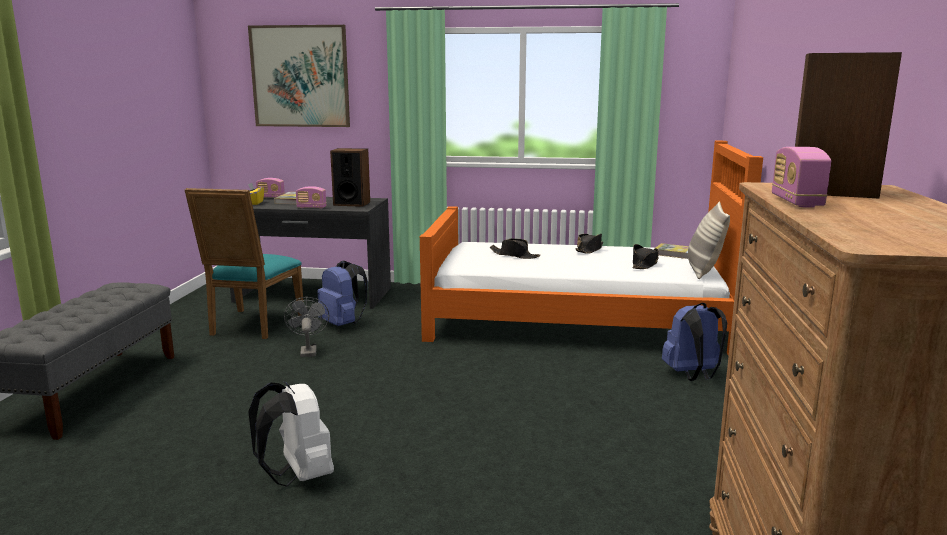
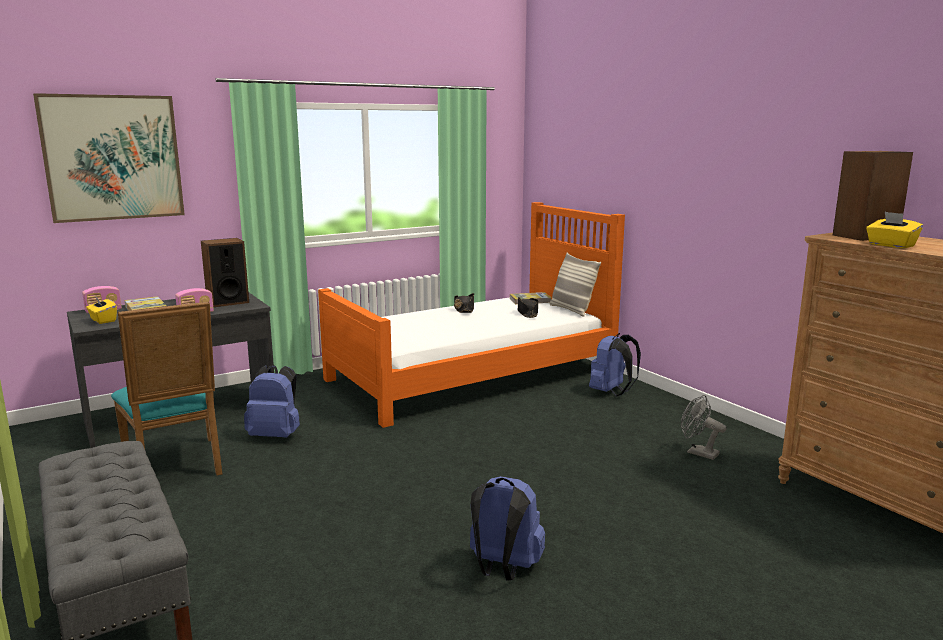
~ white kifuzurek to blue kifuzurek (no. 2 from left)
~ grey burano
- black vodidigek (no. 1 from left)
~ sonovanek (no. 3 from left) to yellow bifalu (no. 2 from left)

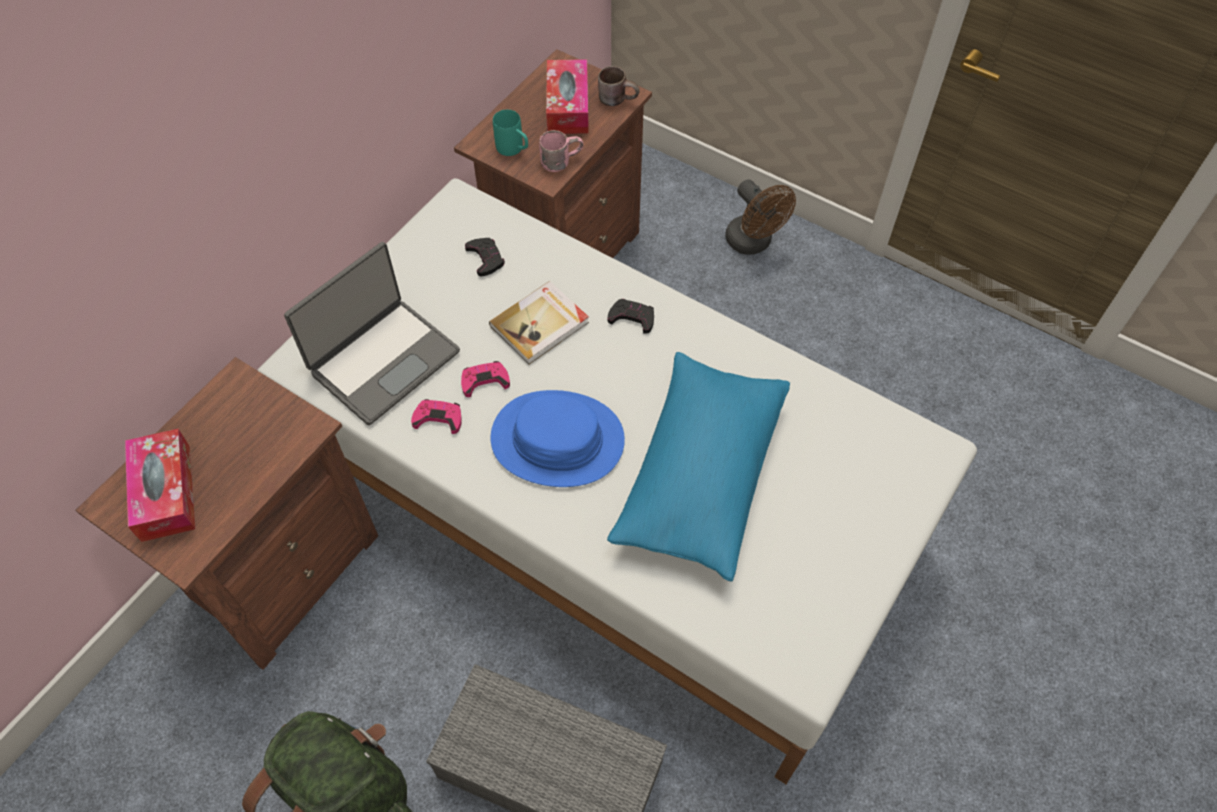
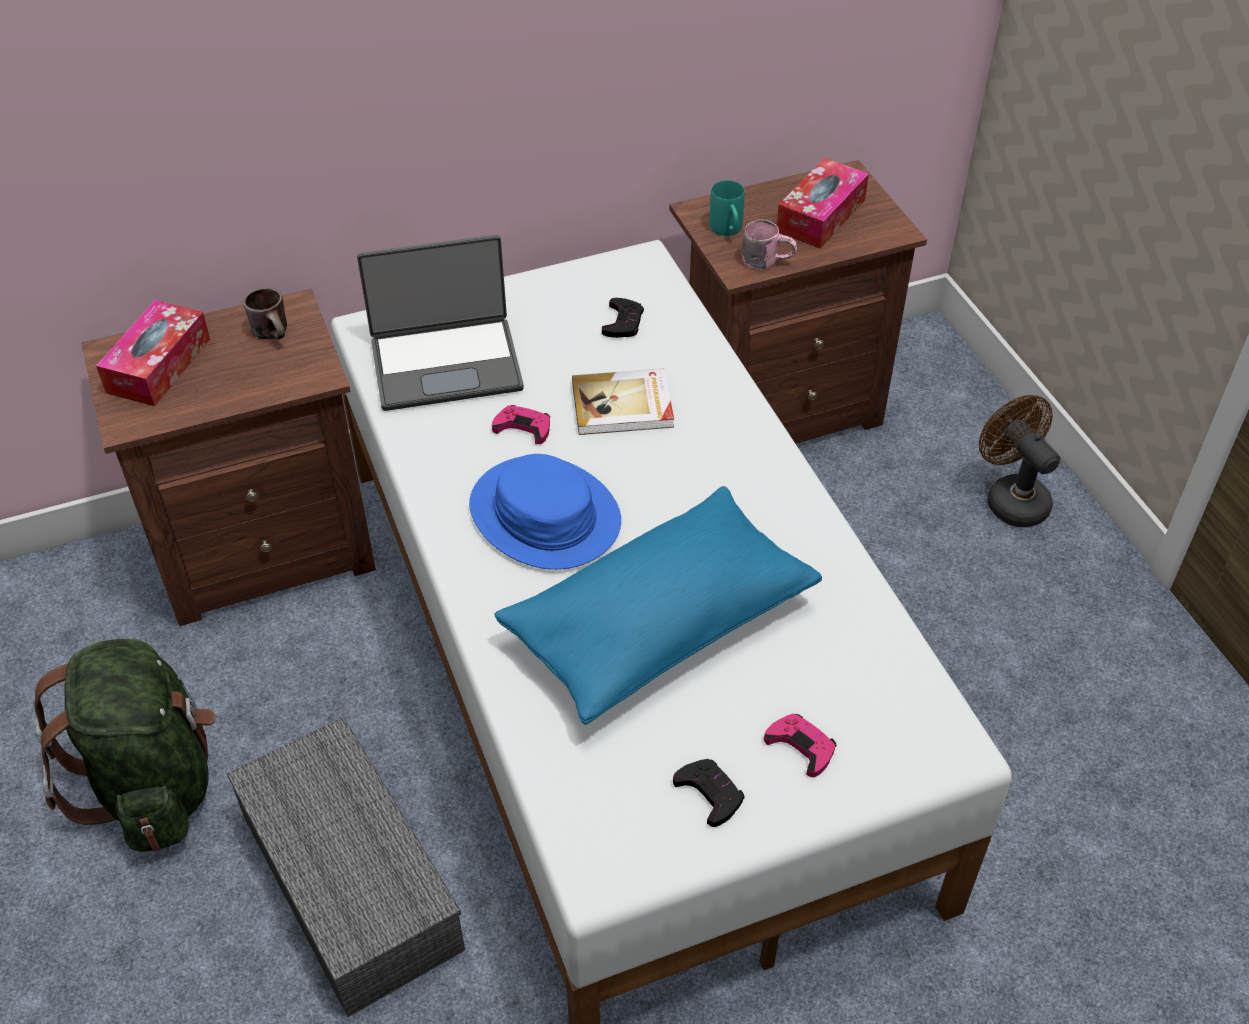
~ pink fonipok (no. 1 from left in the first image) to pink fonipok (no. 2 from left)
~ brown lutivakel
~ black fonipok (no. 2 from left)
~ brown burano 150 degrees clockwise

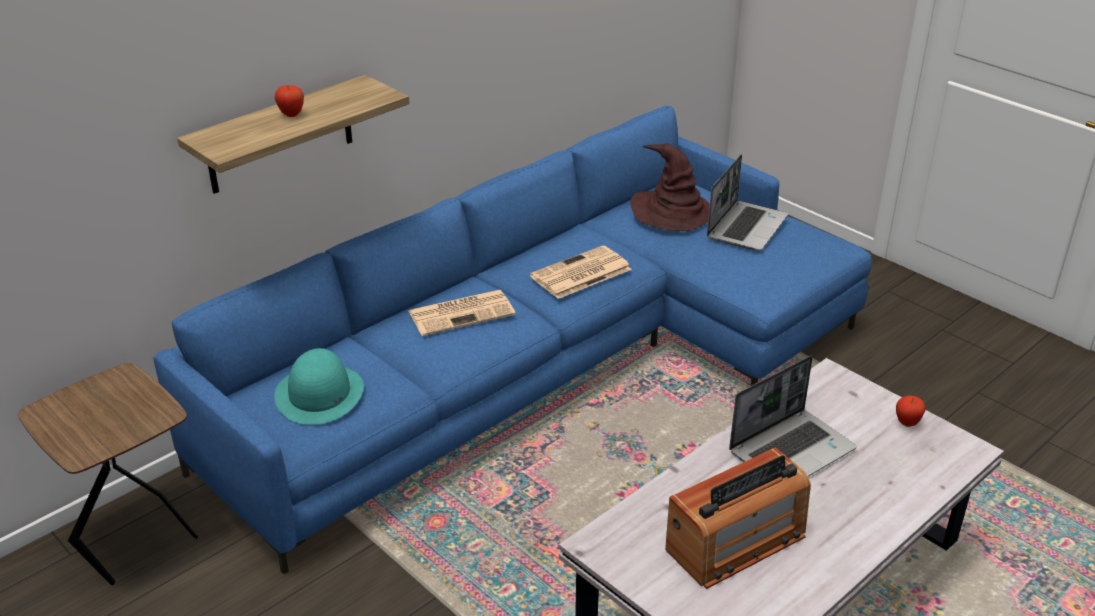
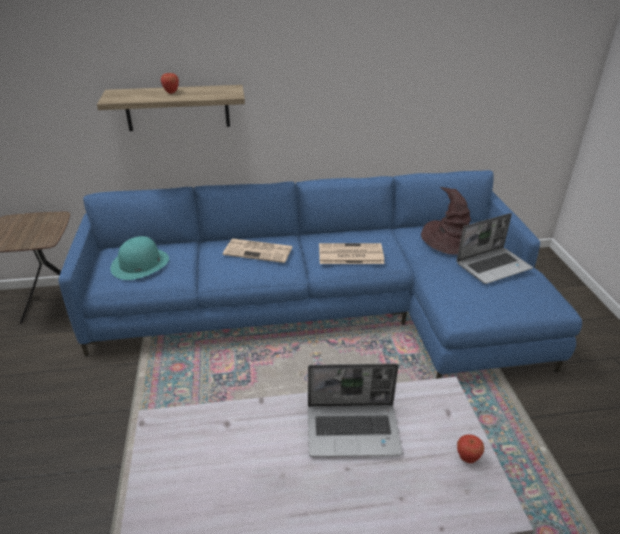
- sonovanek

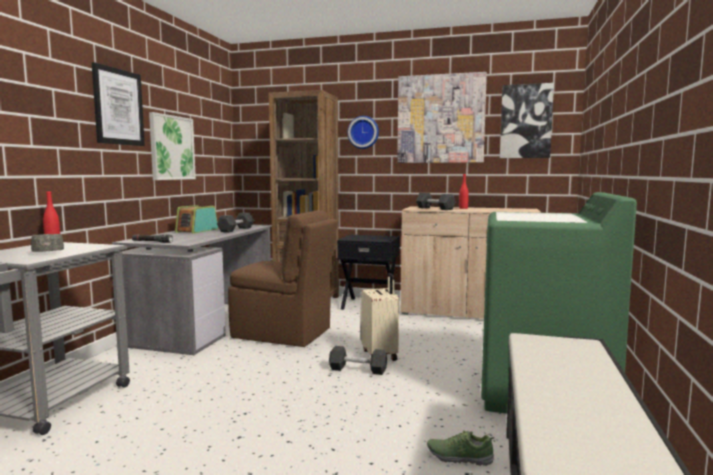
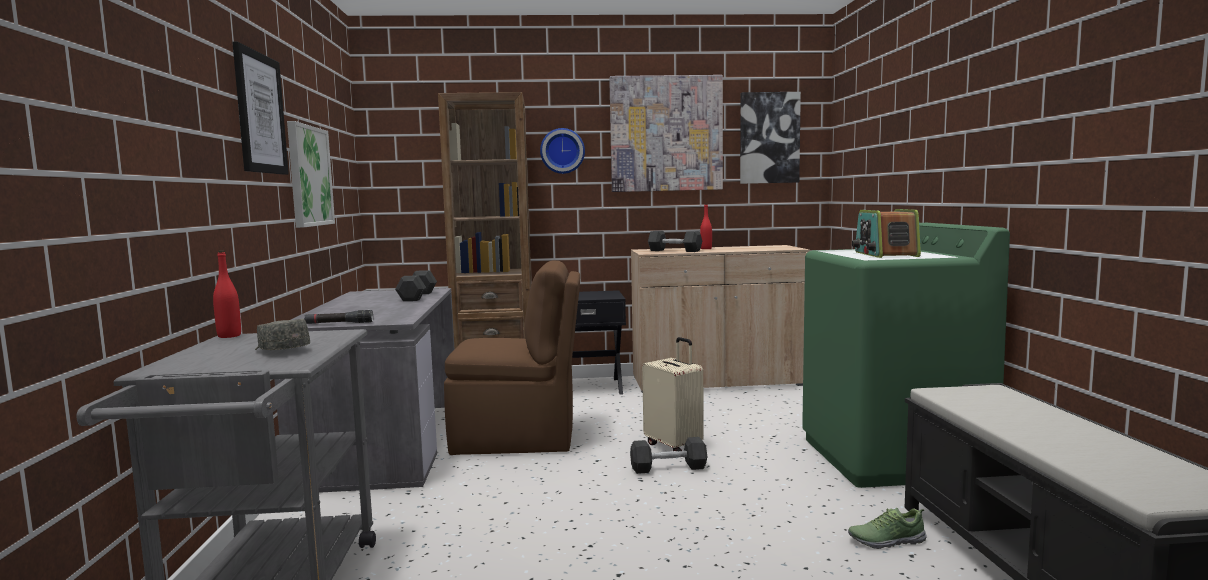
~ sonovanek

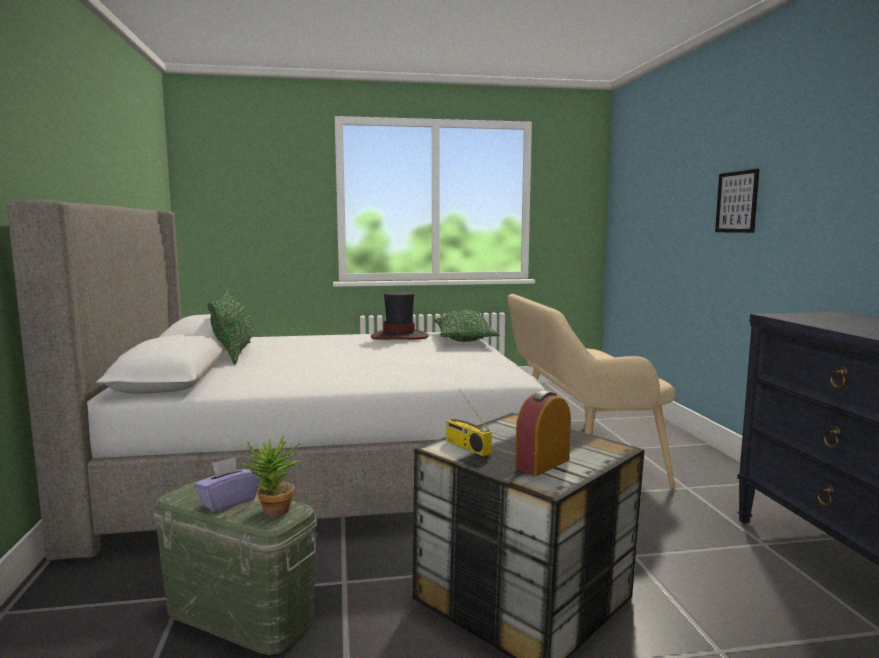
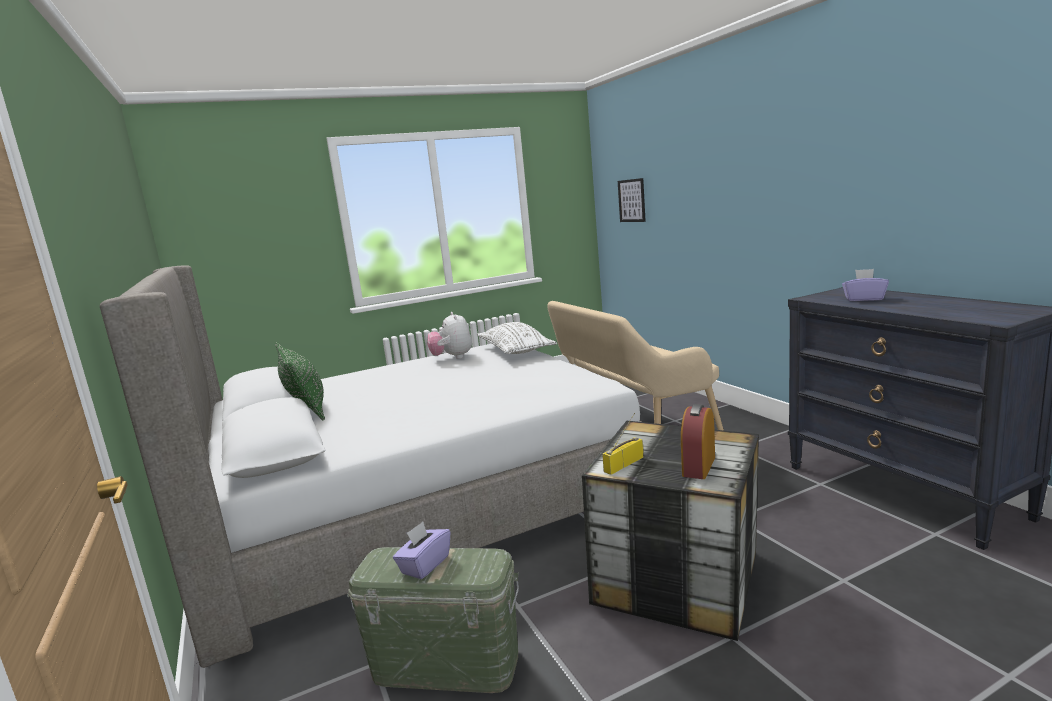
- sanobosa
~ vodidigek to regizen
~ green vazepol (no. 2 from left) to white vazepol
~ sonovanek 105 degrees clockwise
~ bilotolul
+ purple bifalu (no. 2 from left)

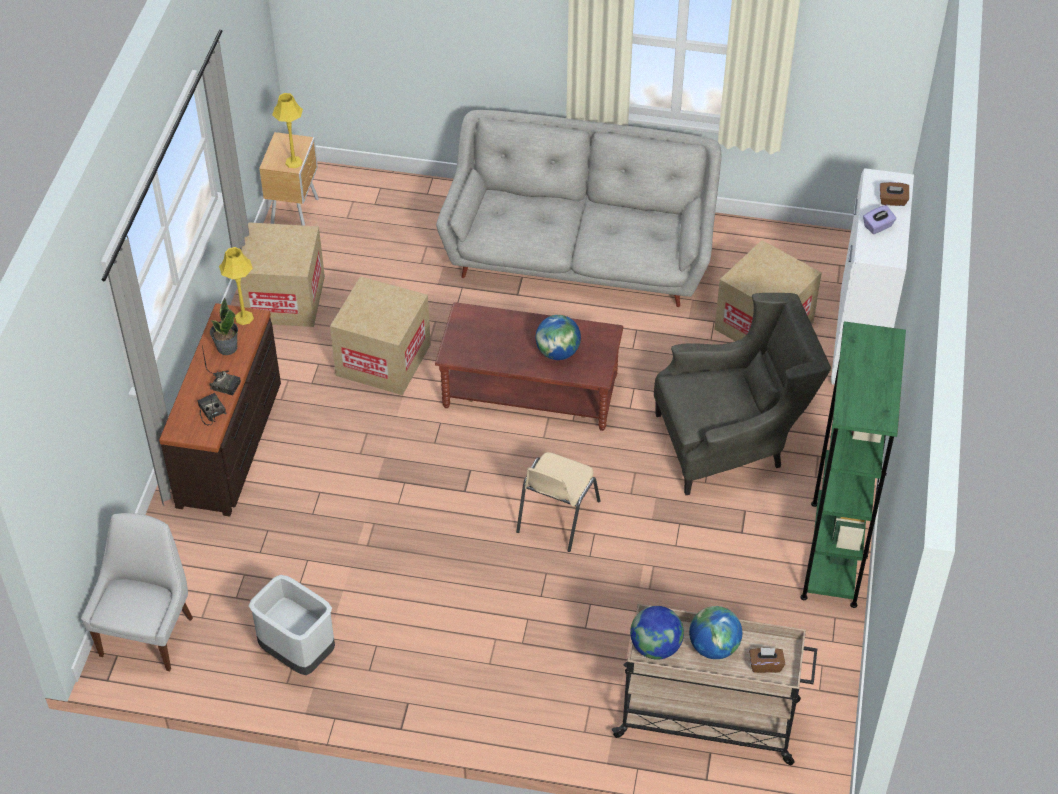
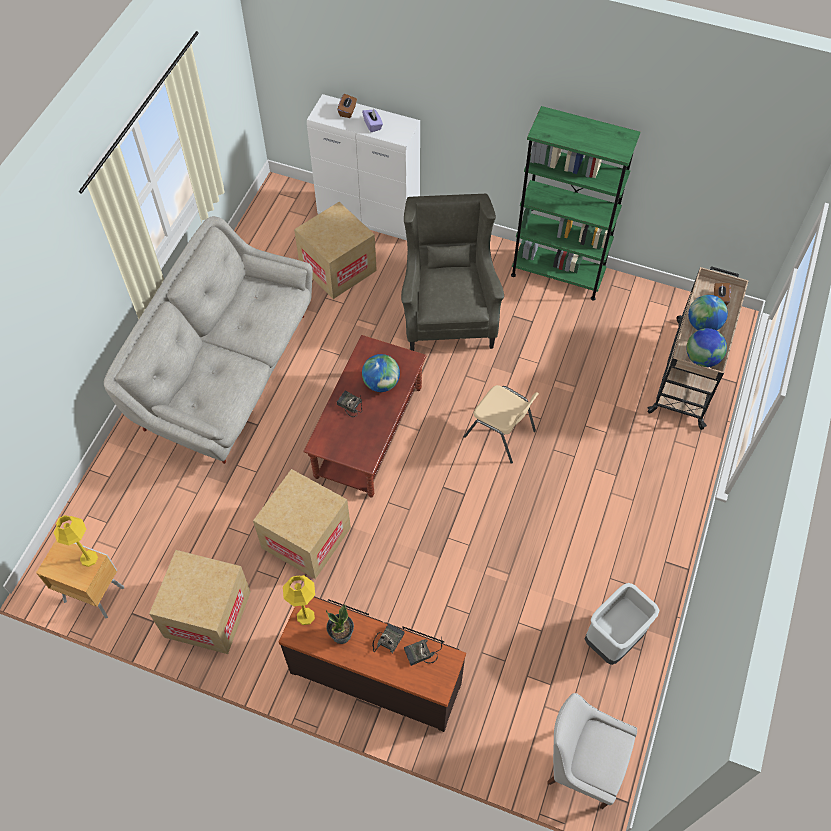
+ sonovanek (no. 1 from left)

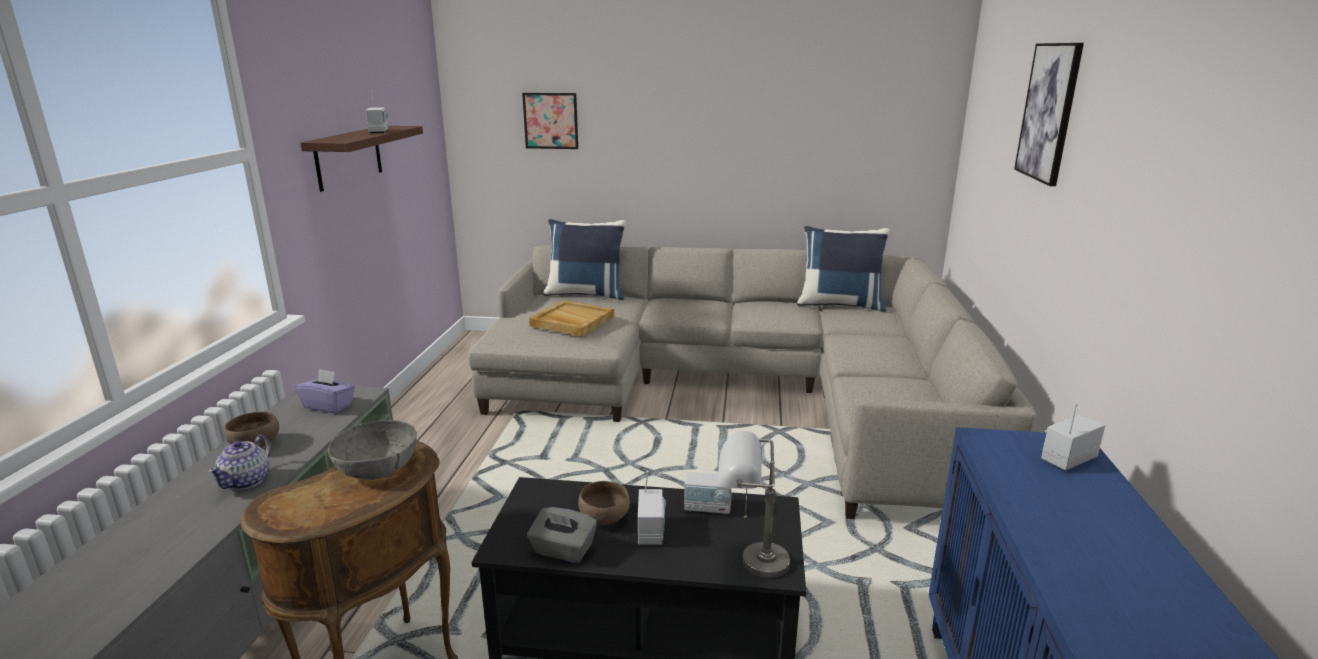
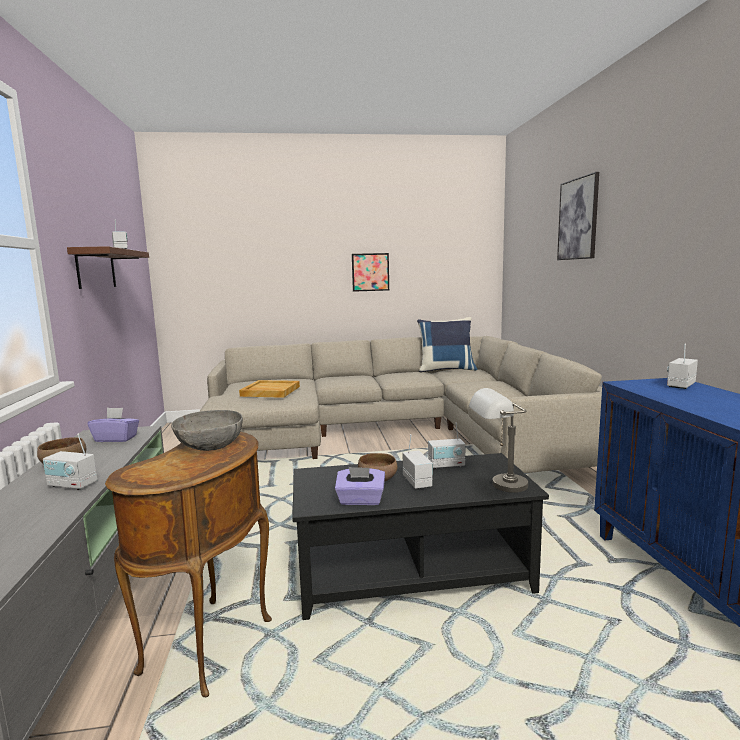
~ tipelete to sonovanek (no. 1 from left)
~ bilotolul (no. 1 from left)
~ grey bifalu to purple bifalu (no. 2 from left)
- blue vazepol (no. 1 from left)

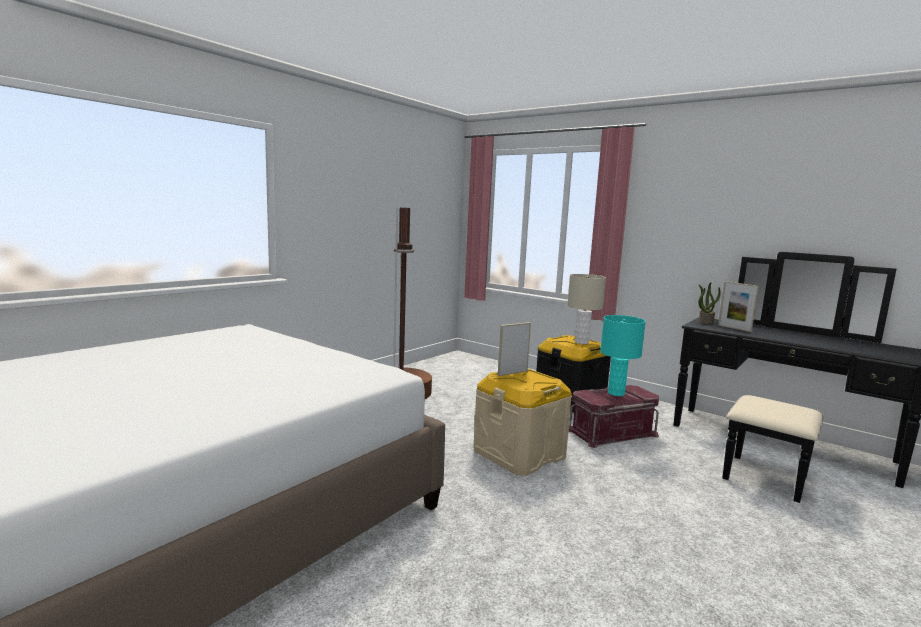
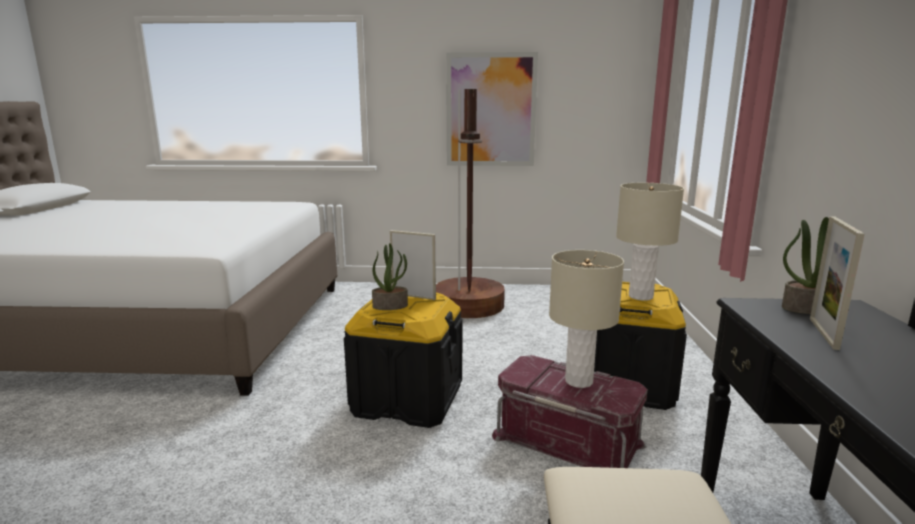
~ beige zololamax to black zololamax (no. 1 from left)
~ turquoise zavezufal to beige zavezufal (no. 1 from left)
+ sanobosa (no. 1 from left)
+ bilotolul

